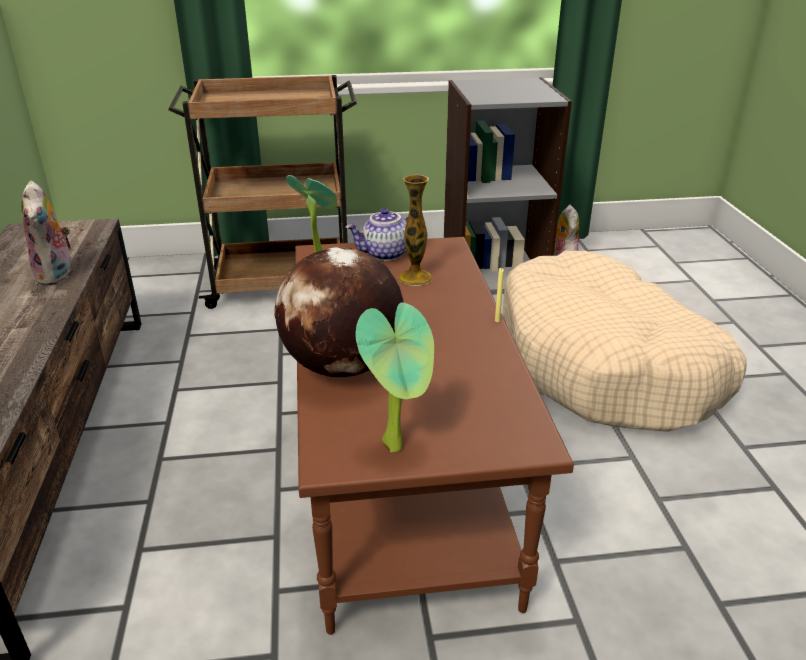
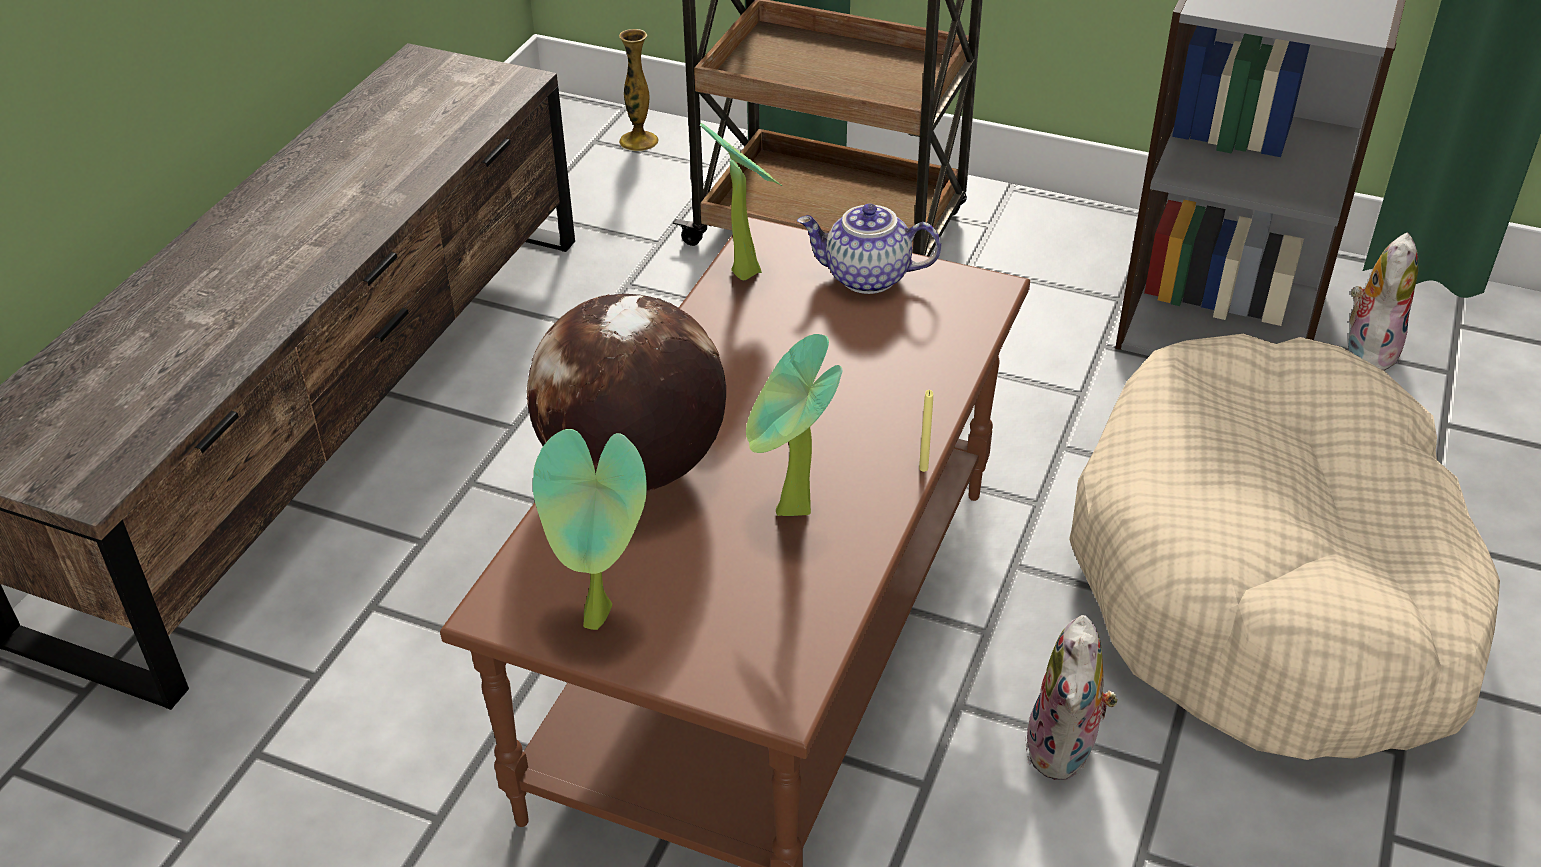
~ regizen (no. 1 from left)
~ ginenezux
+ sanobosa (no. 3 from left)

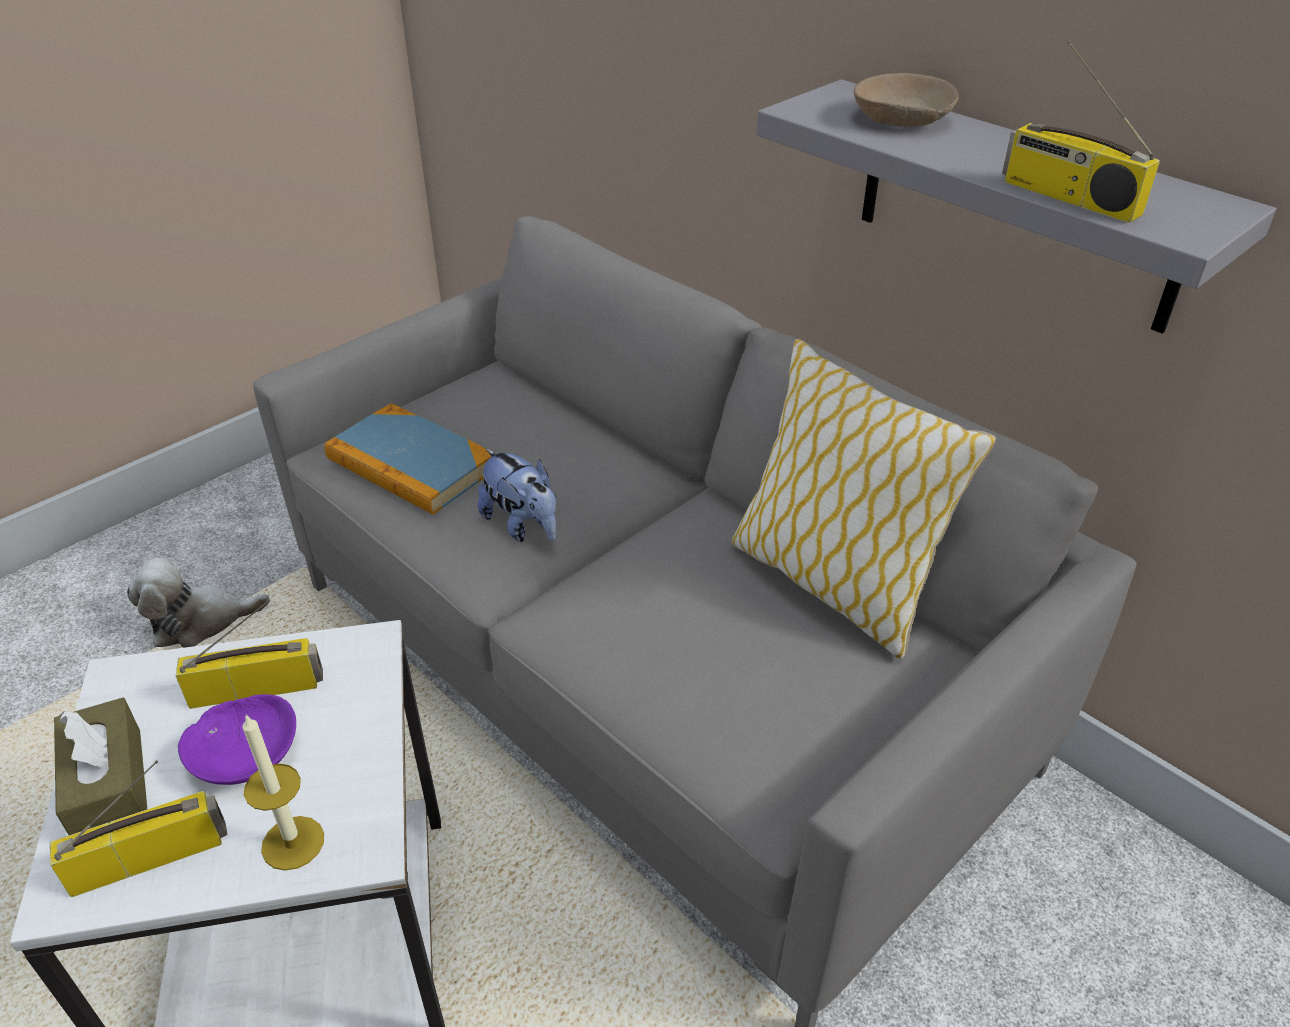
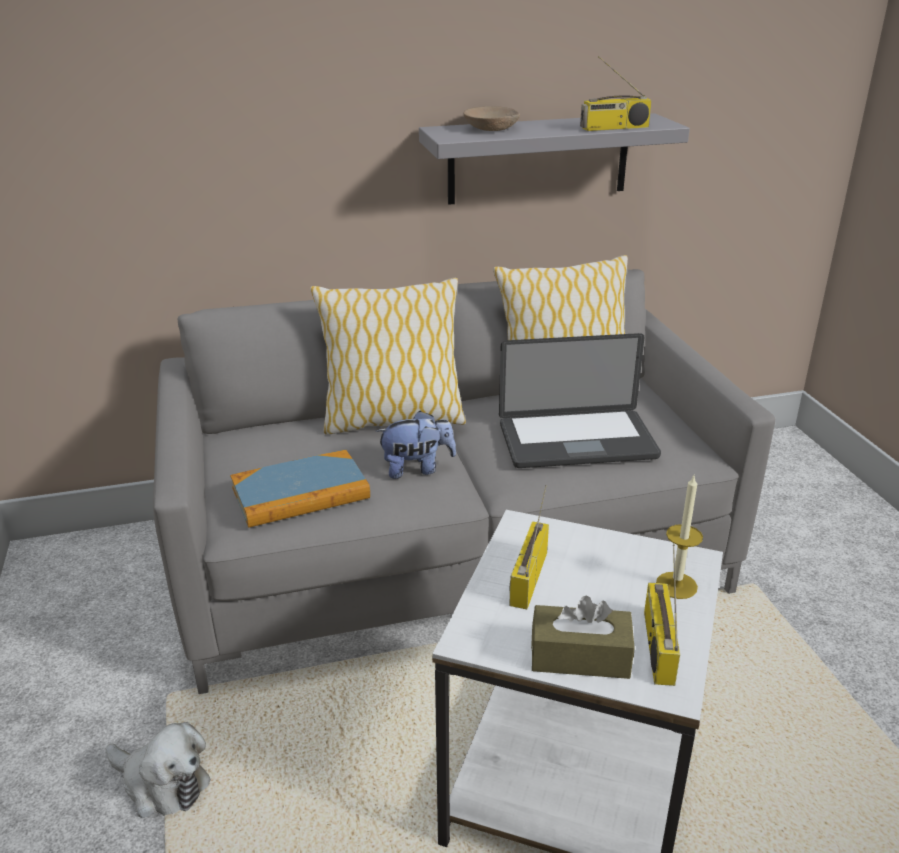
~ regizen (no. 1 from left) 75 degrees counterclockwise
- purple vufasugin
+ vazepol (no. 1 from left)
+ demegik

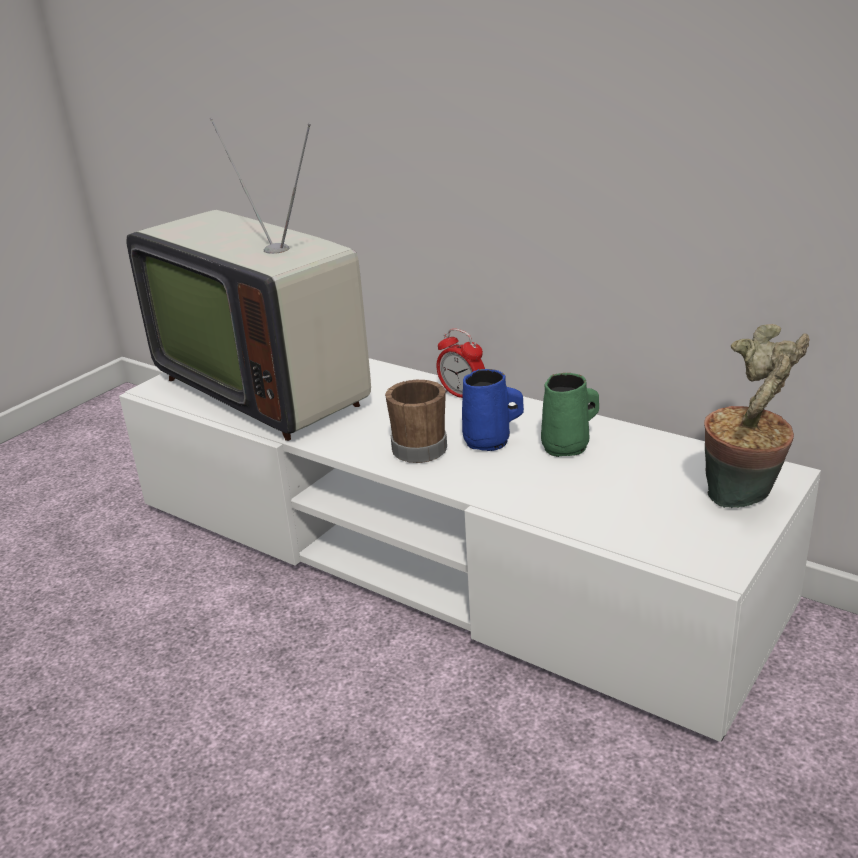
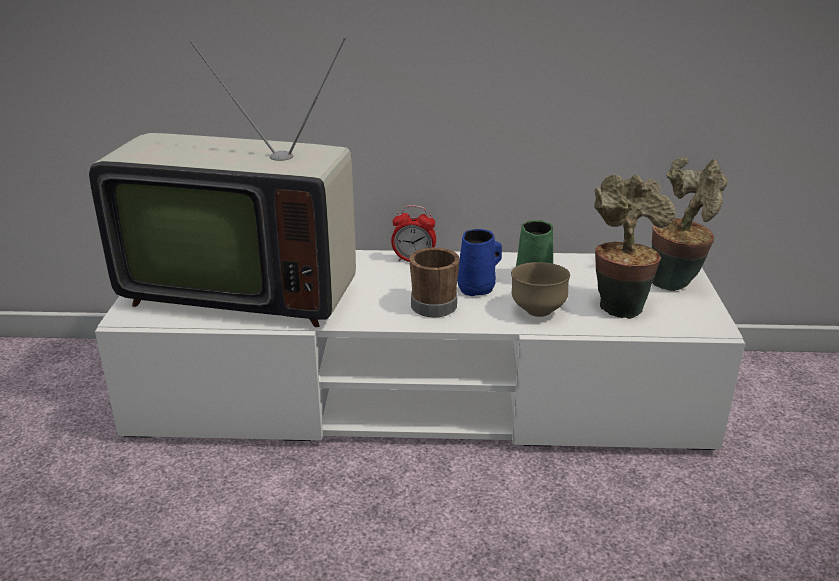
+ brown vufasugin
+ sanobosa (no. 1 from left)

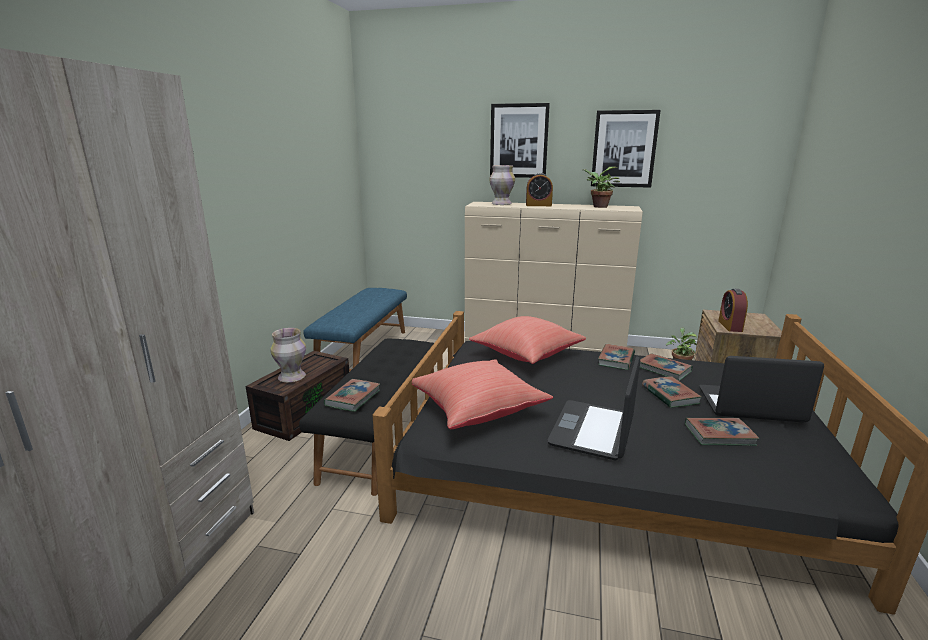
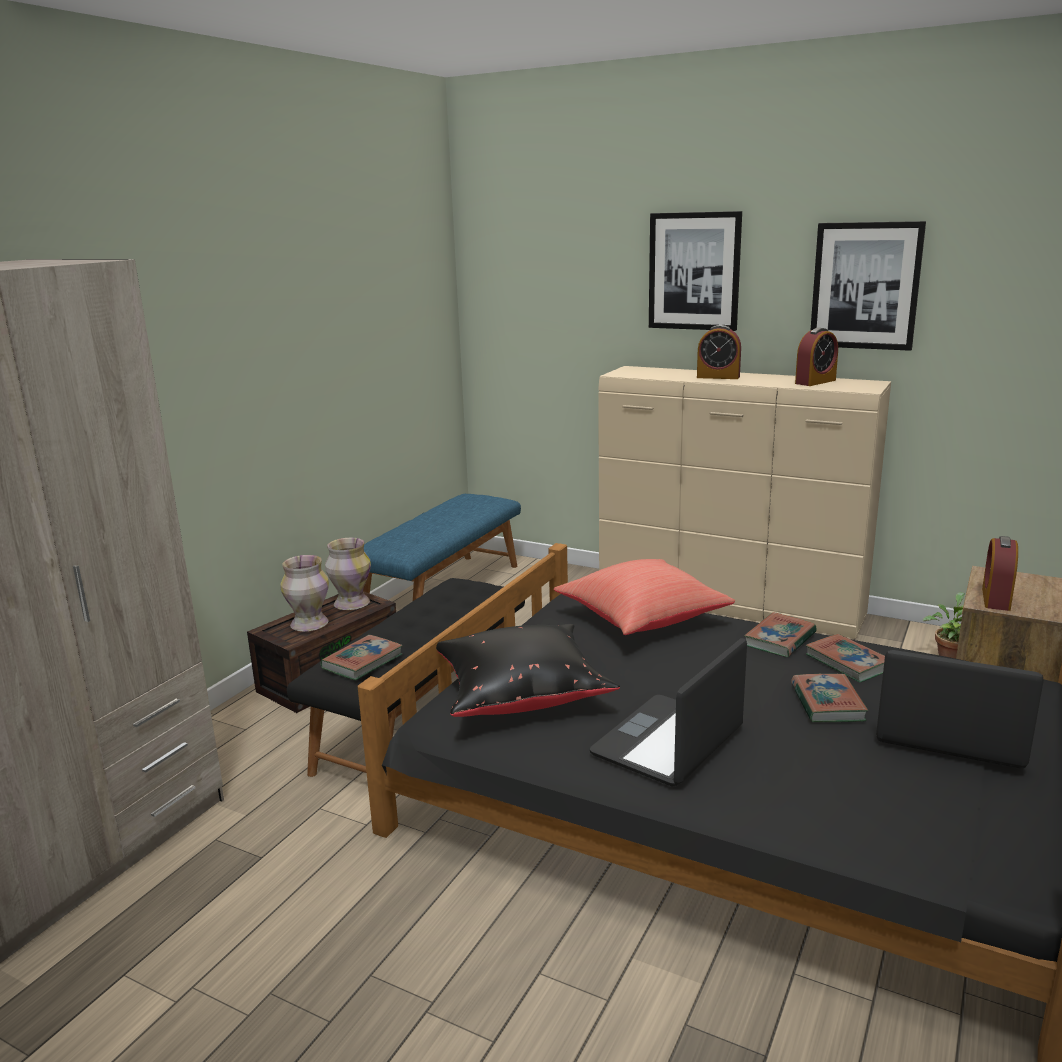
~ red vazepol (no. 1 from left) to black vazepol
~ ginenezux (no. 2 from left)
~ sanobosa (no. 1 from left) to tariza (no. 2 from left)
- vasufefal (no. 5 from left)

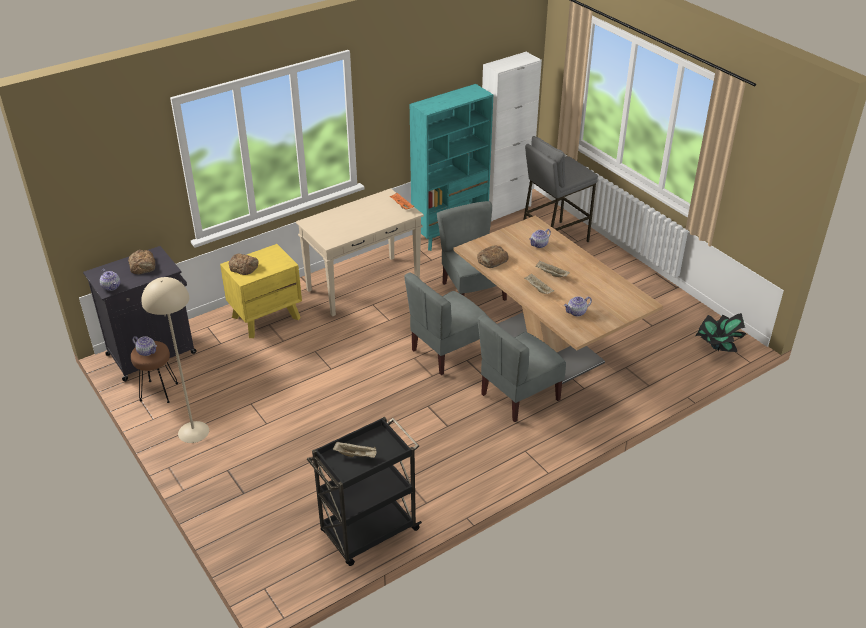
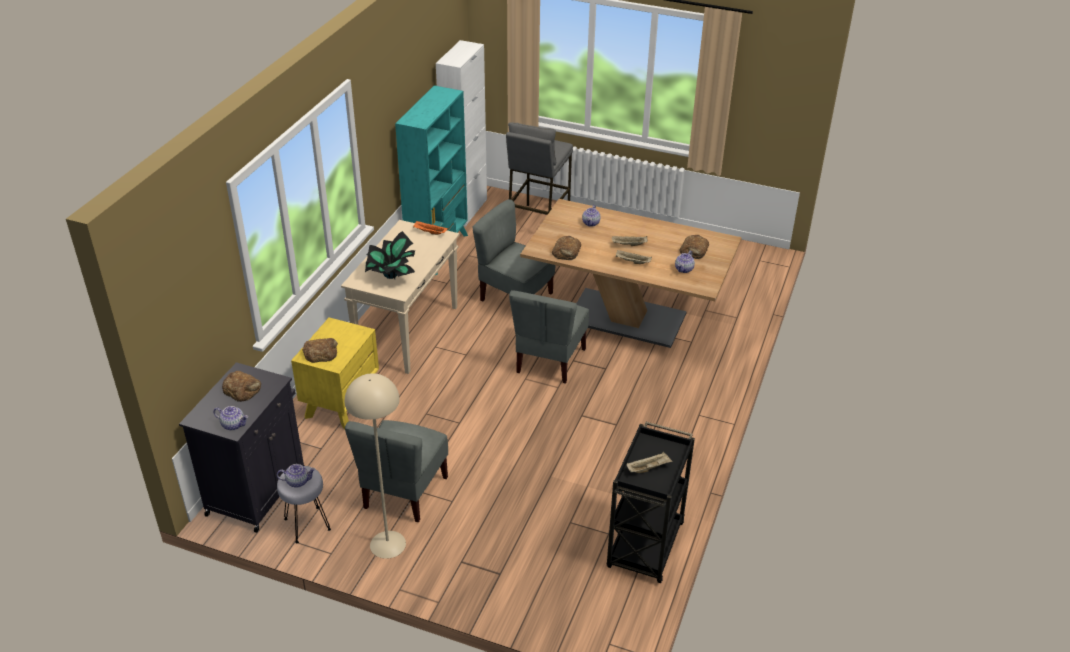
~ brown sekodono to grey sekodono (no. 1 from left)
~ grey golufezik (no. 3 from left in the first image) to grey golufezik (no. 1 from left)
~ sanobosa
+ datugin (no. 4 from left)

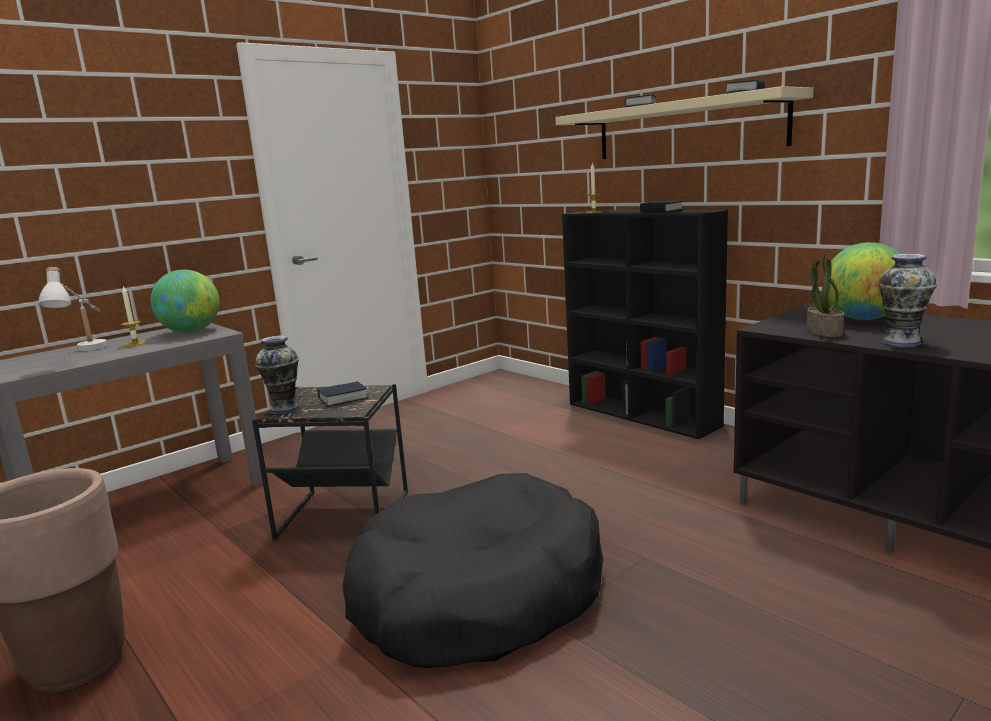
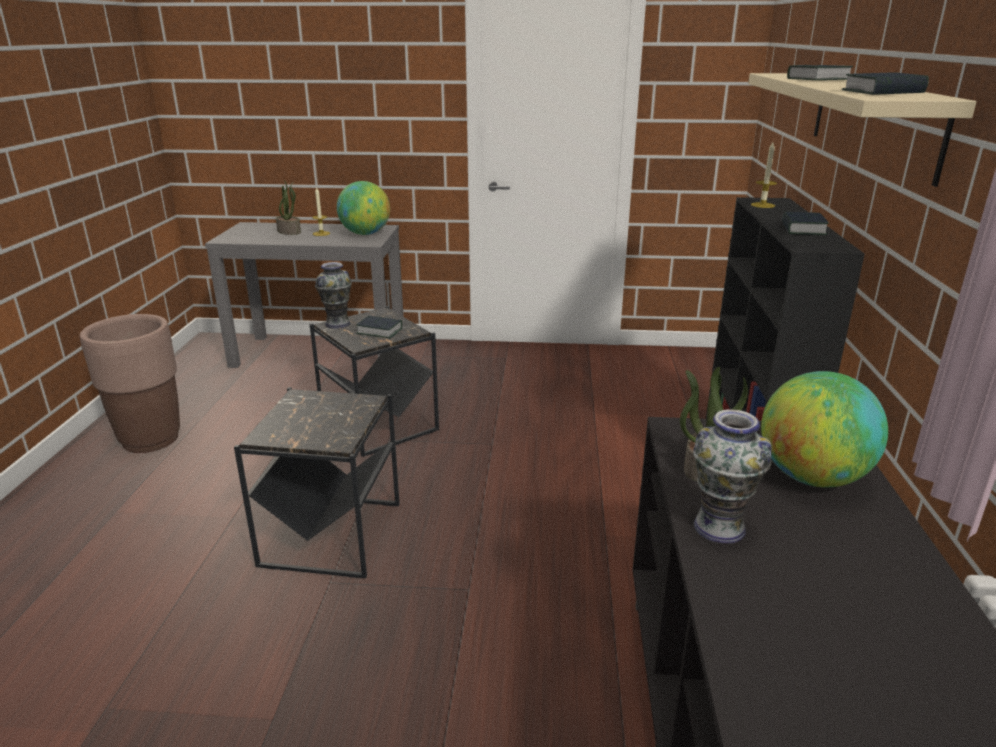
~ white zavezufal to sanobosa (no. 1 from left)
~ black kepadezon to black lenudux (no. 1 from left)

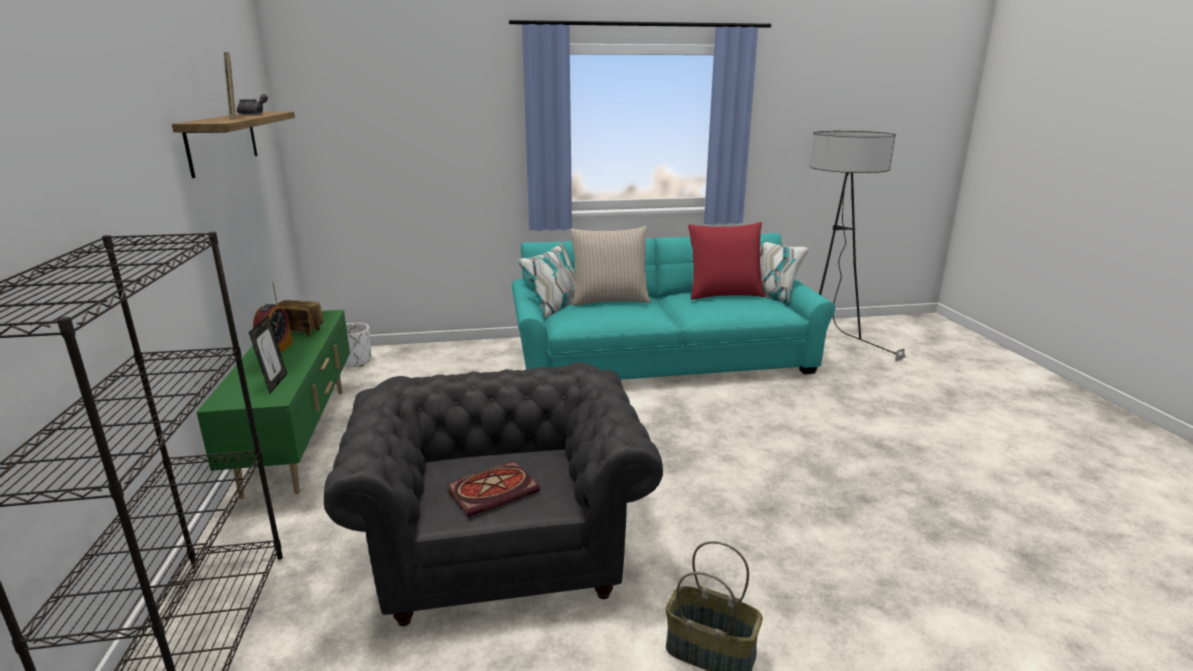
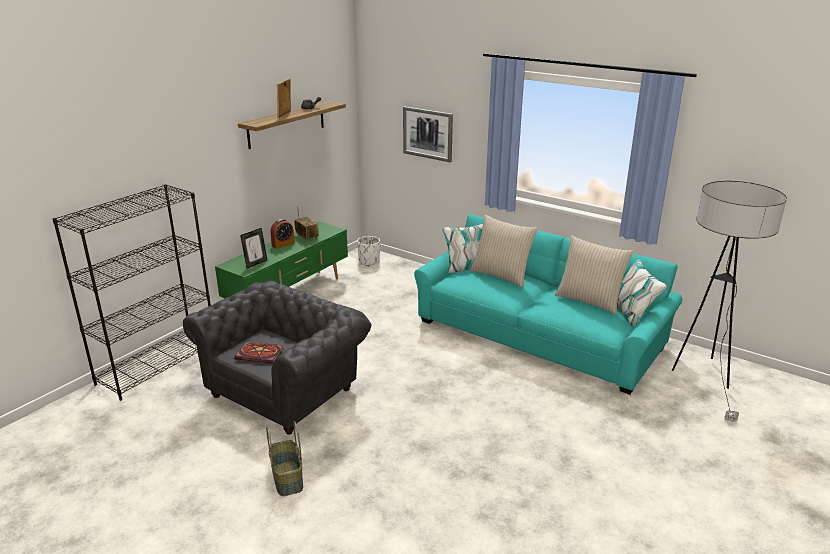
~ red vazepol to beige vazepol (no. 2 from left)
+ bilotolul

